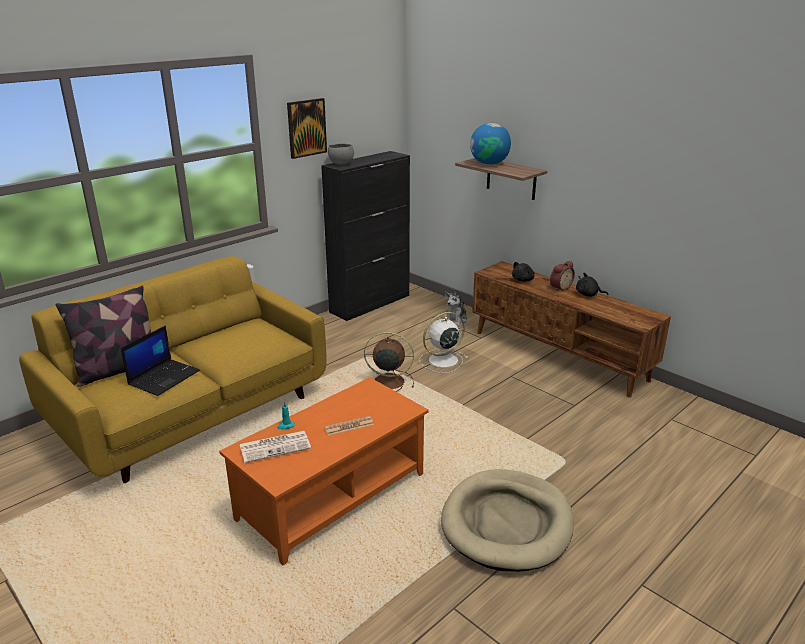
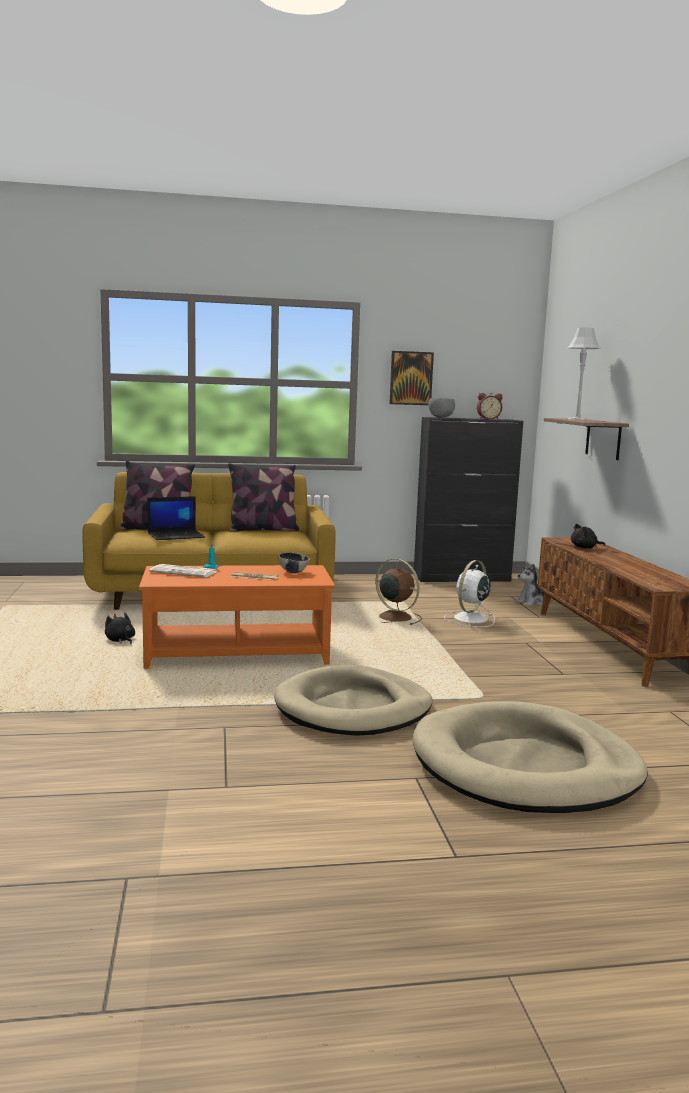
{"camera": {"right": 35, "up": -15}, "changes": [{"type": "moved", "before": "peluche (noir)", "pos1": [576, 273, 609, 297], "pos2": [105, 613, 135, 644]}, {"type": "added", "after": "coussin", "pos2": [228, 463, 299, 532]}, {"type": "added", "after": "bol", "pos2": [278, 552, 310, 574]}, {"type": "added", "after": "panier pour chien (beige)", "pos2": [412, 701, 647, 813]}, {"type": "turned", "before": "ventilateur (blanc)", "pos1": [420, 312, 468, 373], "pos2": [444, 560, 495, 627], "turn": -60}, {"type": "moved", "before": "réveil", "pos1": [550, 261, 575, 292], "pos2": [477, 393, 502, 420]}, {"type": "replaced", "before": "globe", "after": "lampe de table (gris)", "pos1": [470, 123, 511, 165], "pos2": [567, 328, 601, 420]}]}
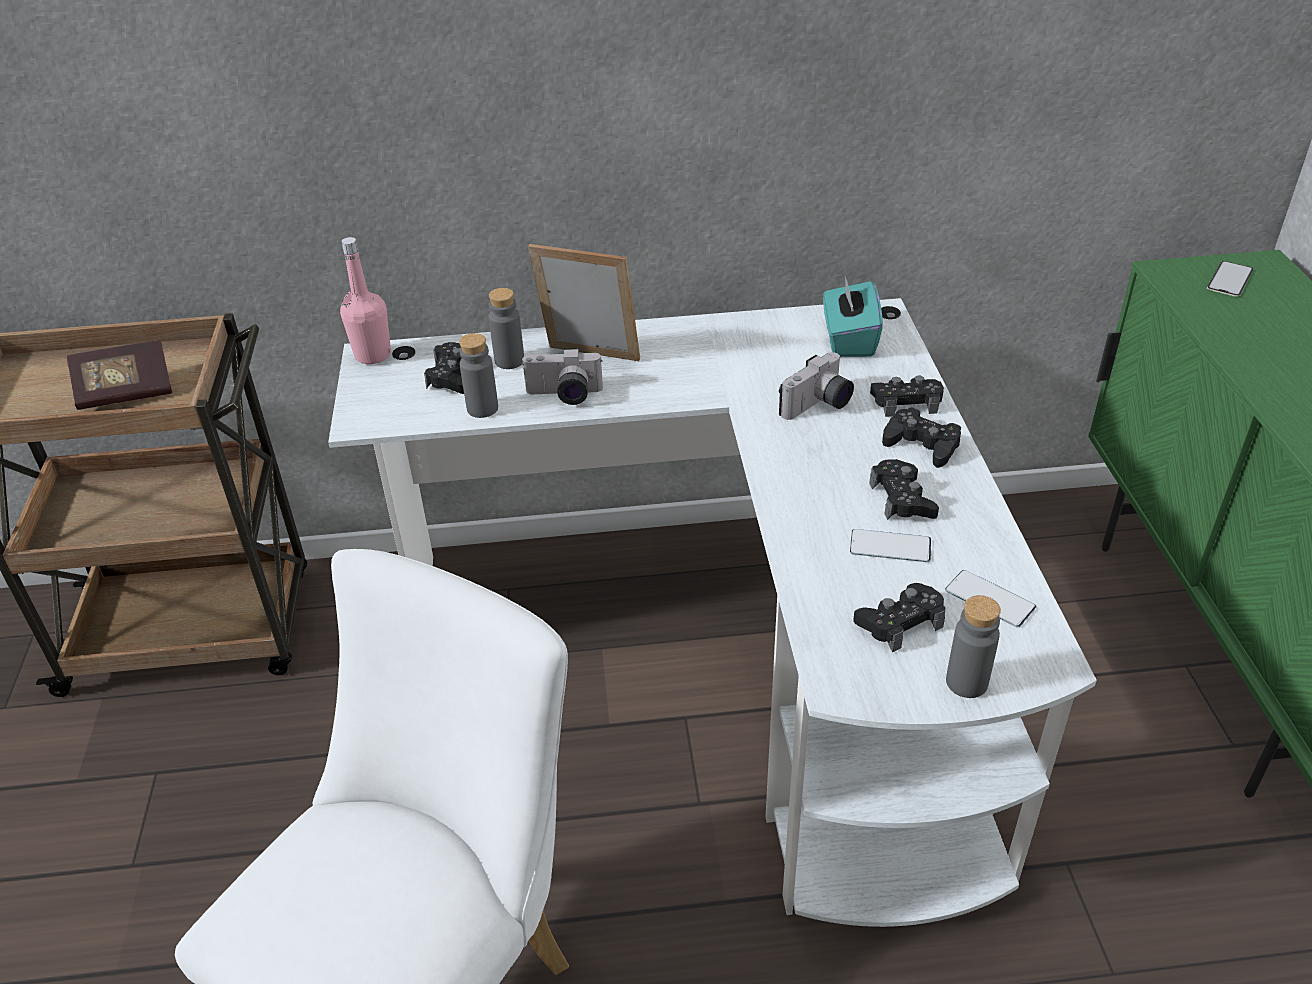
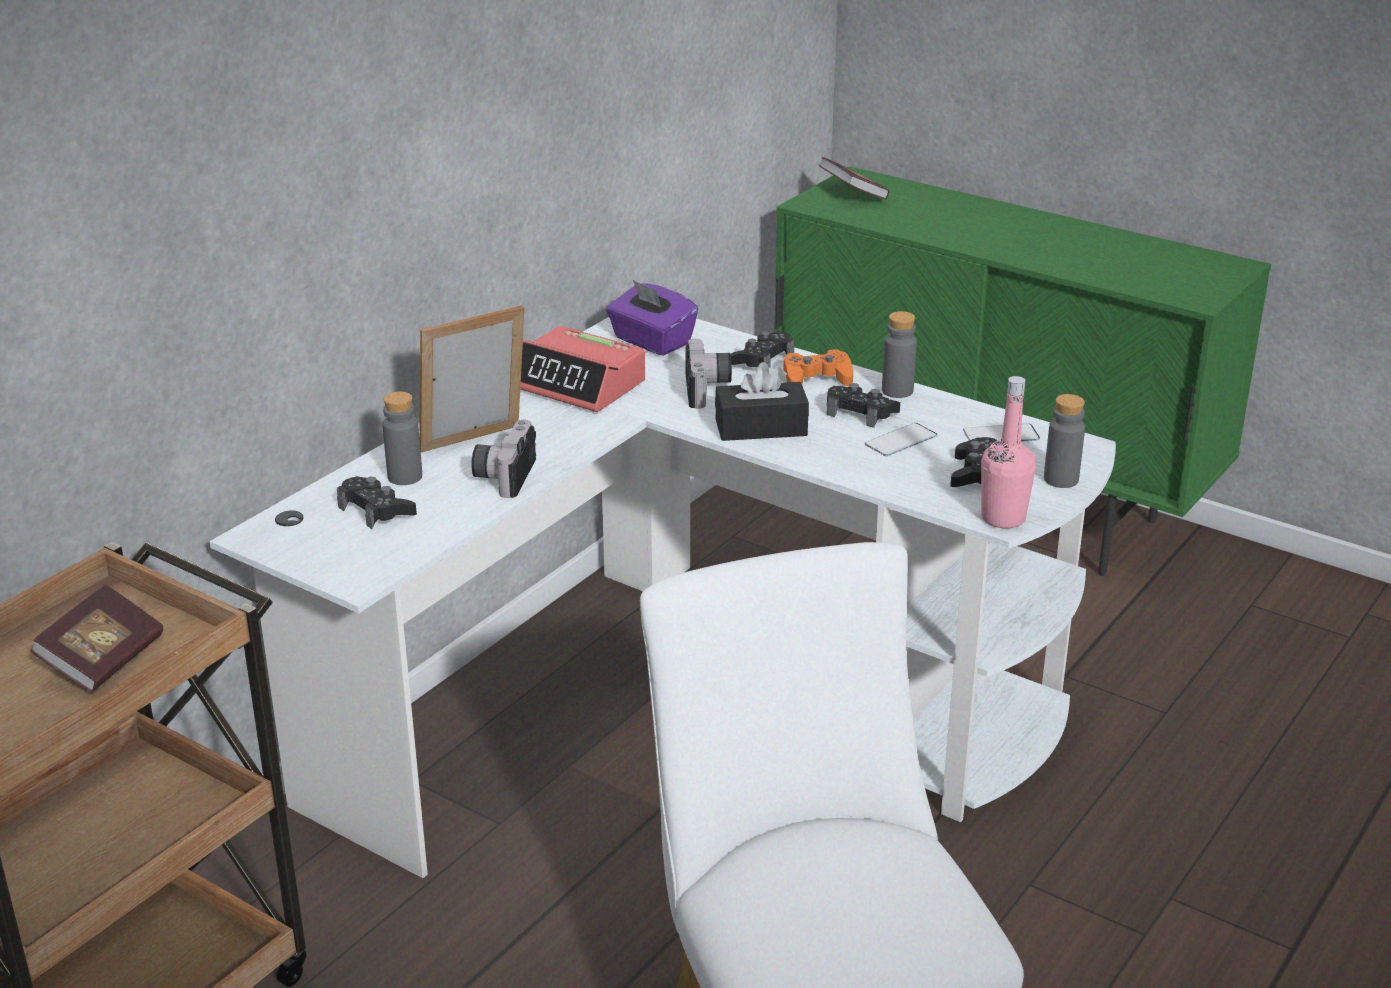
{"camera": {"right": -50, "up": -10}, "changes": [{"type": "turned", "before": "appareil photo", "pos1": [521, 348, 603, 405], "pos2": [471, 420, 536, 498], "turn": 150}, {"type": "added", "after": "réveil", "pos2": [520, 326, 645, 412]}, {"type": "recoloured", "before": "boîte à mouchoirs (turquoise)", "after": "boîte à mouchoirs (violet)", "pos1": [823, 276, 883, 357], "pos2": [606, 280, 698, 356]}, {"type": "added", "after": "boîte à mouchoirs (noir)", "pos2": [715, 362, 809, 441]}, {"type": "recoloured", "before": "manette (noir)", "after": "manette (orange)", "pos1": [882, 408, 961, 468], "pos2": [783, 349, 853, 386]}, {"type": "replaced", "before": "téléphone", "after": "livre", "pos1": [1207, 261, 1253, 297], "pos2": [819, 157, 889, 200]}, {"type": "moved", "before": "bouteille (gris)", "pos1": [459, 333, 498, 418], "pos2": [882, 311, 917, 398]}, {"type": "moved", "before": "bouteille (rose)", "pos1": [340, 237, 391, 364], "pos2": [981, 376, 1036, 528]}]}
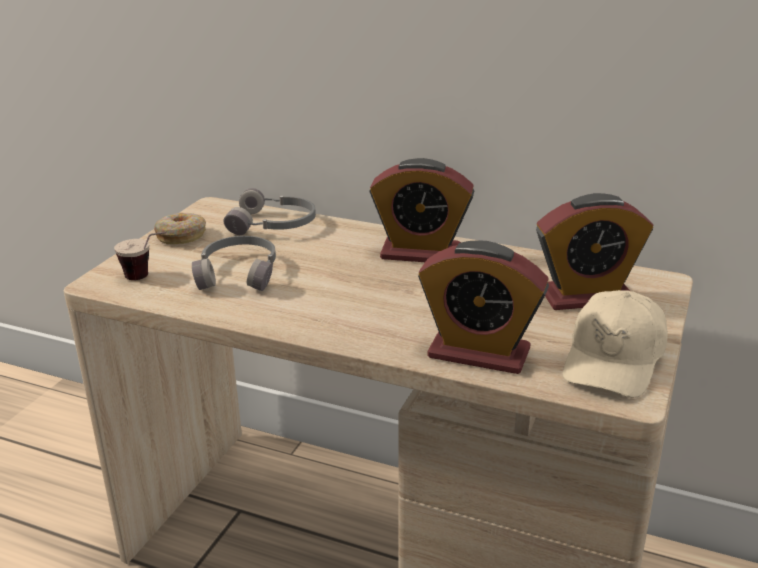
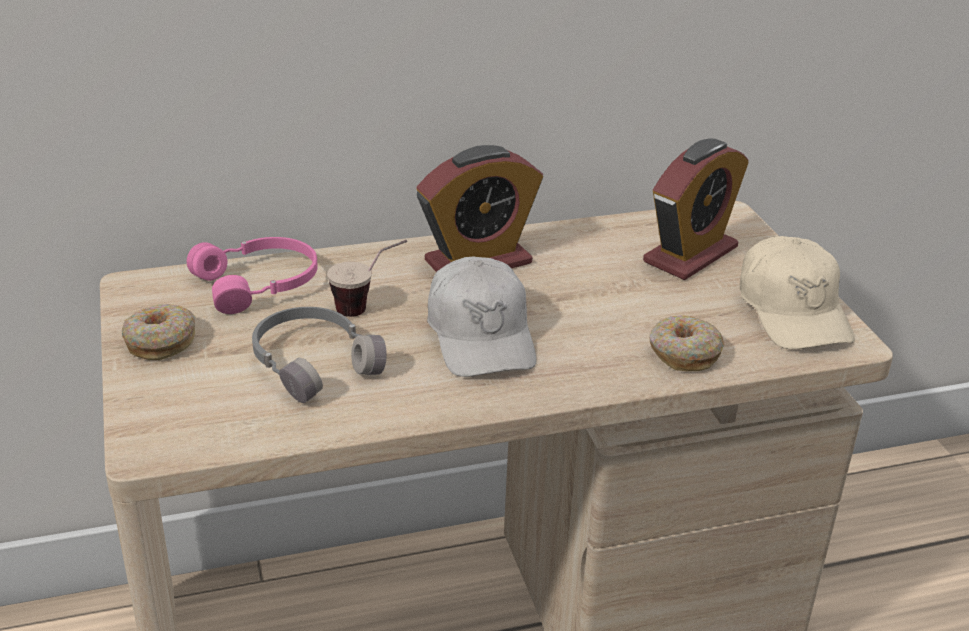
{"camera": {"right": -40, "up": 5}, "changes": [{"type": "recoloured", "before": "casque audio (gris)", "after": "casque audio (rose)", "pos1": [223, 188, 316, 235], "pos2": [187, 237, 318, 314]}, {"type": "moved", "before": "tasse", "pos1": [114, 231, 167, 280], "pos2": [327, 240, 407, 317]}, {"type": "added", "after": "casquette (blanc)", "pos2": [427, 256, 536, 377]}, {"type": "replaced", "before": "réveil", "after": "beignet", "pos1": [418, 240, 549, 374], "pos2": [649, 315, 724, 371]}]}
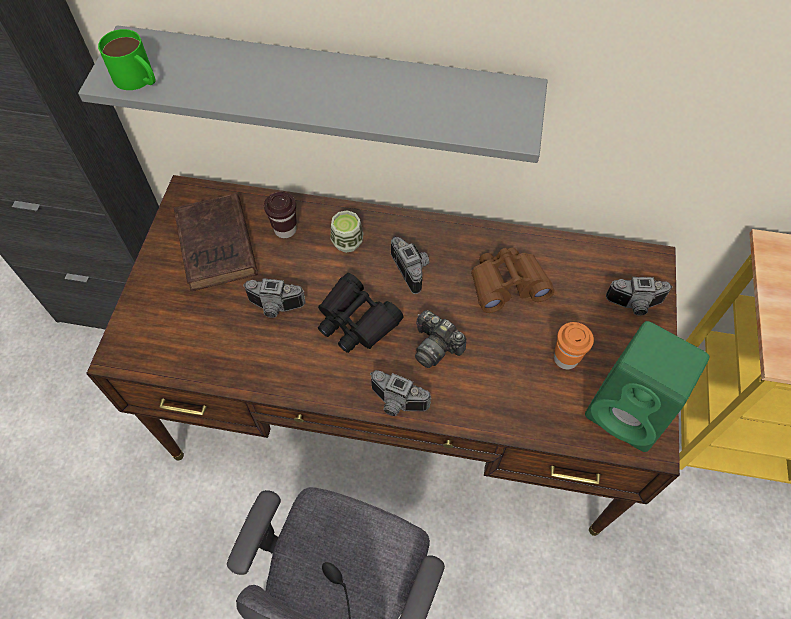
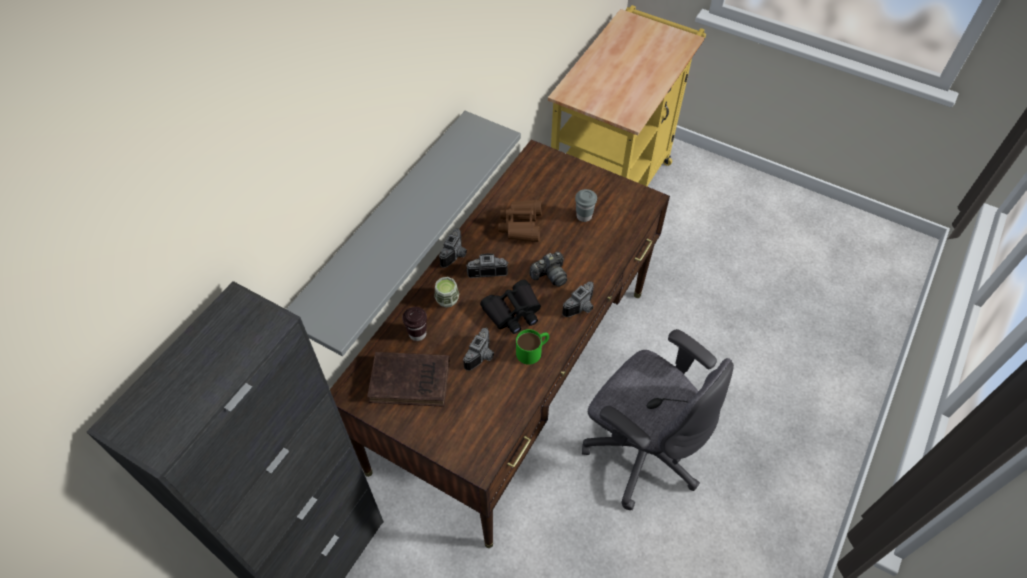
{"camera": {"right": -70, "up": -5}, "changes": [{"type": "moved", "before": "appareil photo", "pos1": [606, 277, 673, 316], "pos2": [439, 228, 467, 268]}, {"type": "moved", "before": "mug (vert)", "pos1": [98, 29, 156, 90], "pos2": [516, 329, 549, 365]}, {"type": "recoloured", "before": "tasse (orange)", "after": "tasse (gris)", "pos1": [554, 322, 594, 369], "pos2": [575, 189, 597, 222]}, {"type": "removed", "before": "enceinte (vert)", "pos1": [585, 321, 709, 452]}]}
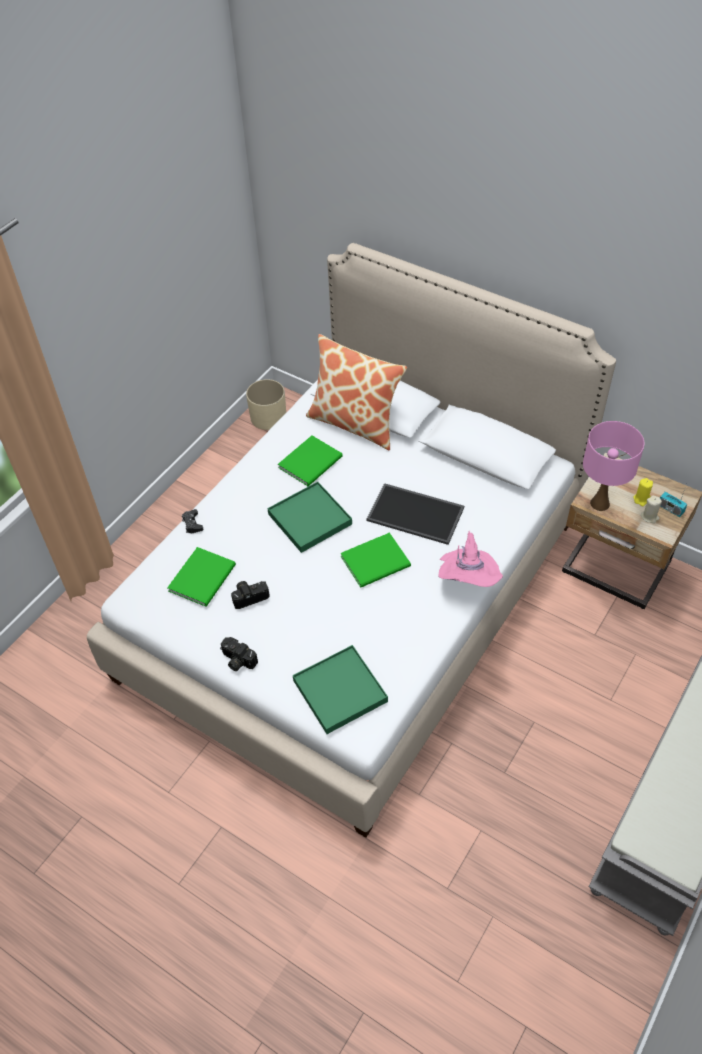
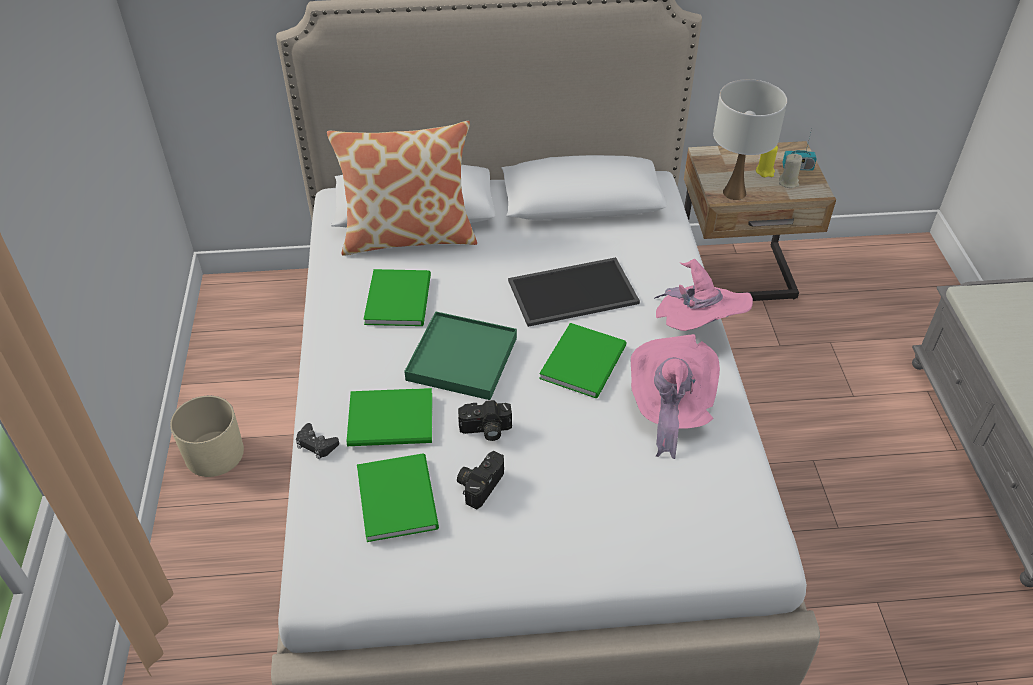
{"camera": {"right": -40, "up": -5}, "changes": [{"type": "moved", "before": "cache-pot (beige)", "pos1": [246, 379, 286, 430], "pos2": [170, 396, 244, 477]}, {"type": "added", "after": "livre (vert)", "pos2": [347, 388, 432, 446]}, {"type": "moved", "before": "appareil photo", "pos1": [220, 637, 258, 671], "pos2": [458, 400, 512, 441]}, {"type": "added", "after": "chapeau (rose)", "pos2": [631, 334, 720, 459]}, {"type": "recoloured", "before": "lampe de table (rose)", "after": "lampe de table (blanc)", "pos1": [583, 421, 644, 511], "pos2": [713, 79, 787, 200]}, {"type": "removed", "before": "plateau (vert)", "pos1": [293, 645, 388, 734]}]}
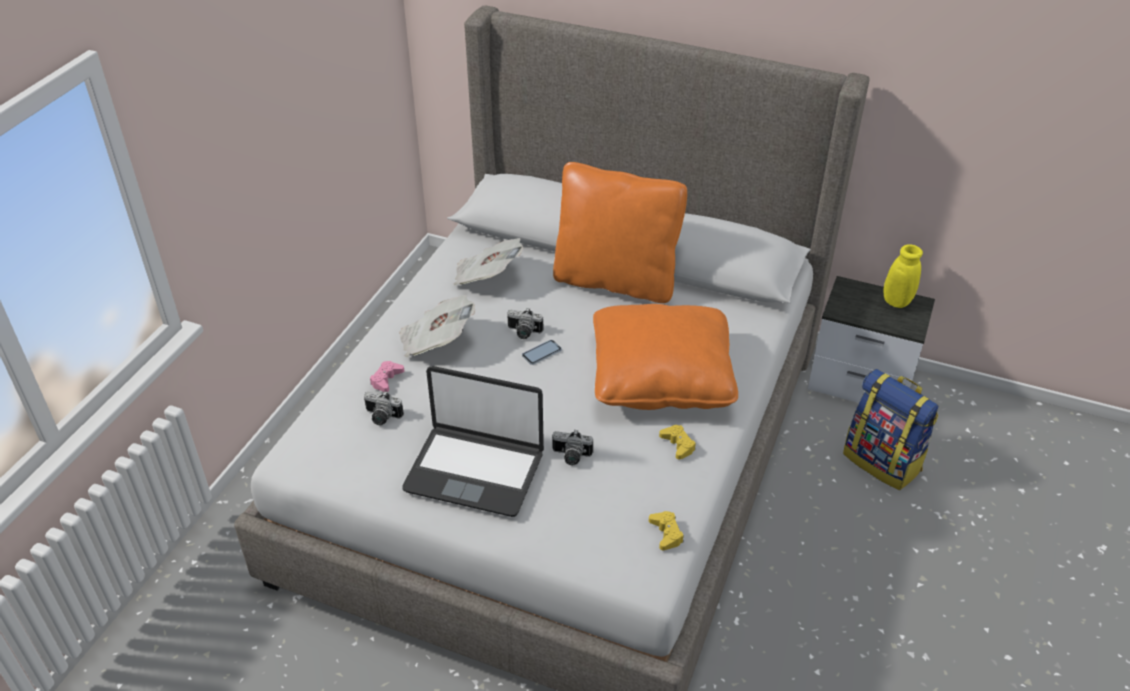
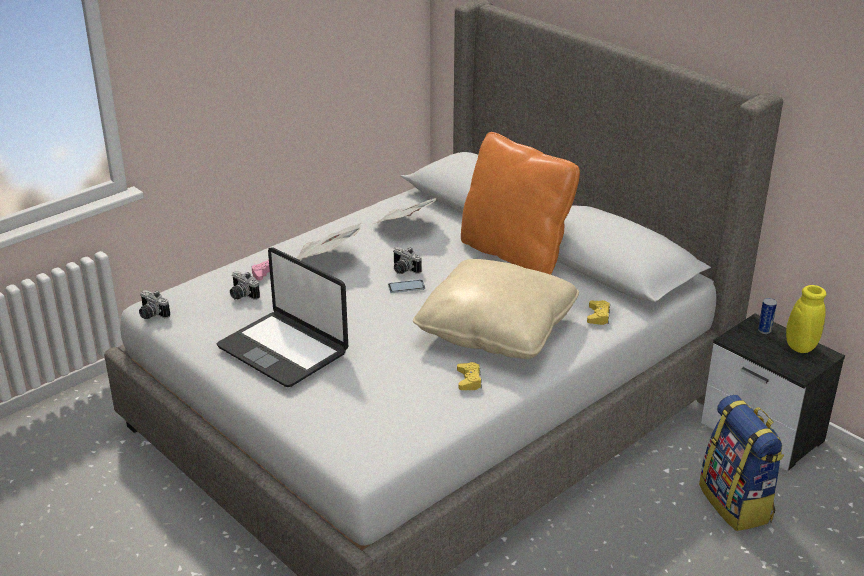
{"camera": {"right": 25, "up": -10}, "changes": [{"type": "moved", "before": "appareil photo", "pos1": [552, 430, 593, 465], "pos2": [139, 290, 170, 319]}, {"type": "recoloured", "before": "coussin (orange)", "after": "coussin (beige)", "pos1": [593, 304, 738, 410], "pos2": [413, 259, 579, 359]}, {"type": "moved", "before": "manette (jaune)", "pos1": [649, 511, 684, 550], "pos2": [587, 300, 610, 325]}, {"type": "added", "after": "boîte métallique", "pos2": [758, 298, 777, 334]}]}
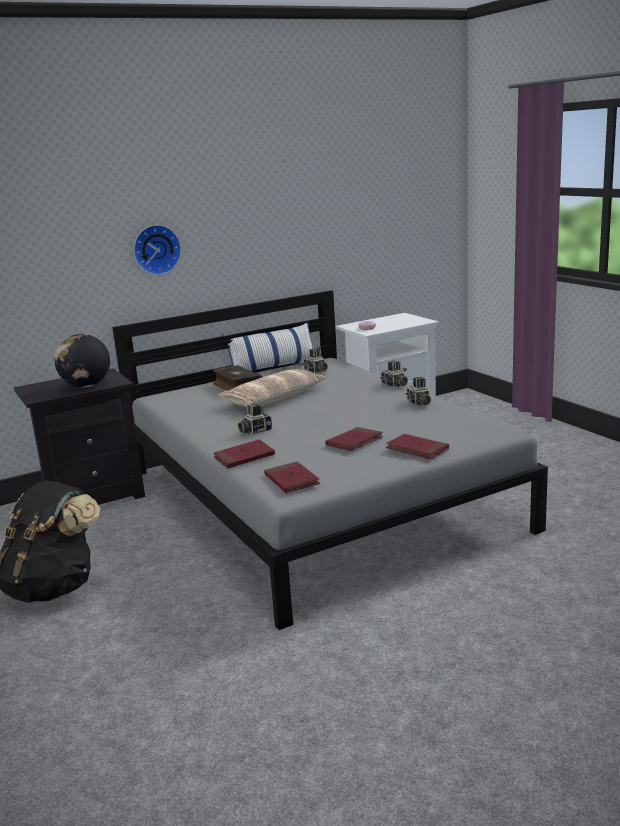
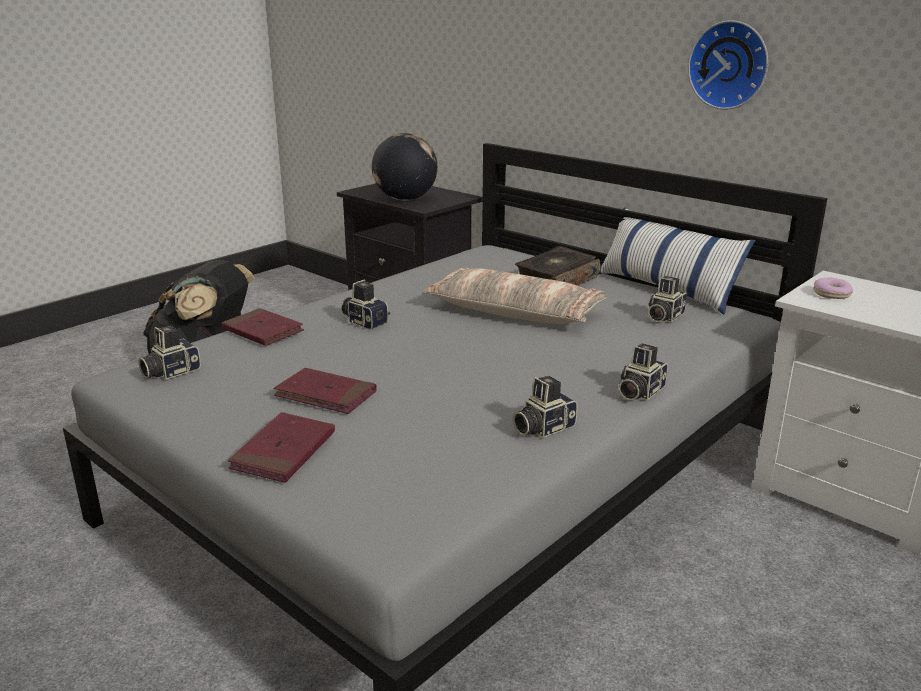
{"camera": {"right": 70, "up": 5}, "changes": [{"type": "replaced", "before": "livre (rouge)", "after": "appareil photo", "pos1": [264, 461, 320, 493], "pos2": [138, 326, 201, 380]}, {"type": "moved", "before": "horloge murale", "pos1": [134, 225, 182, 275], "pos2": [688, 20, 768, 110]}]}
